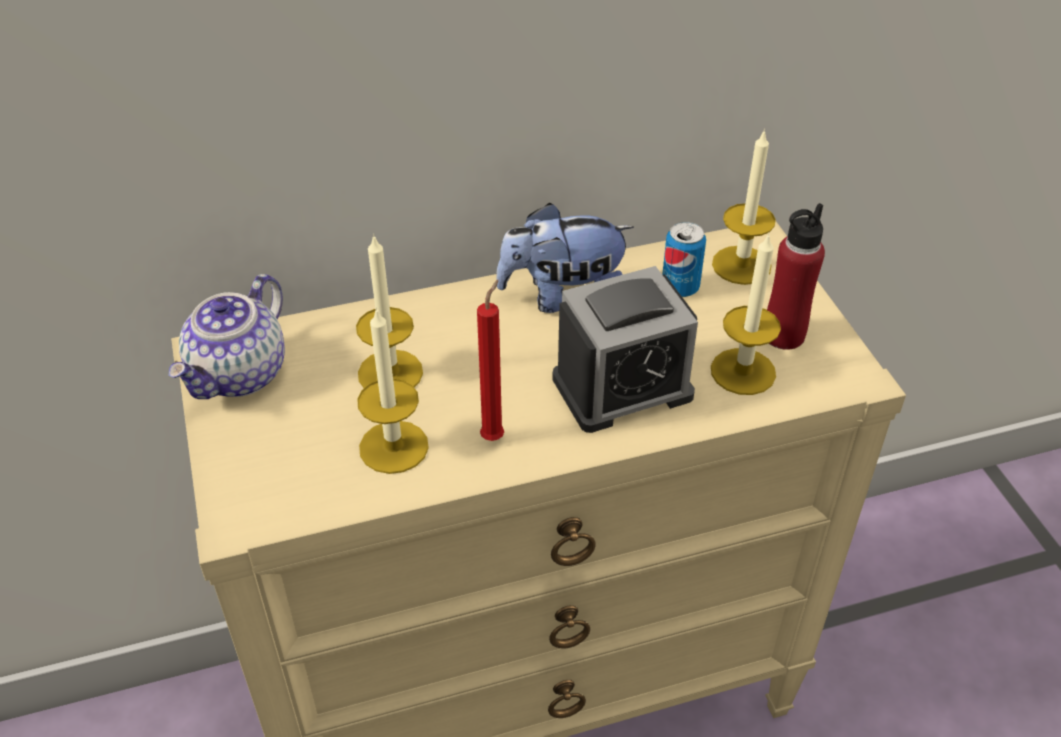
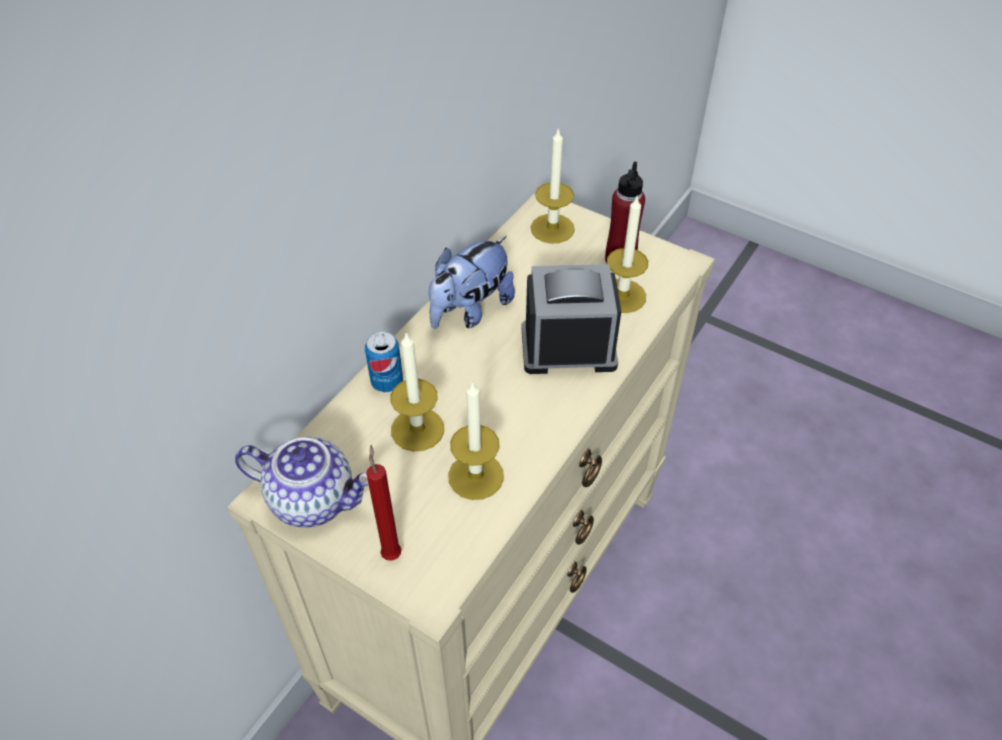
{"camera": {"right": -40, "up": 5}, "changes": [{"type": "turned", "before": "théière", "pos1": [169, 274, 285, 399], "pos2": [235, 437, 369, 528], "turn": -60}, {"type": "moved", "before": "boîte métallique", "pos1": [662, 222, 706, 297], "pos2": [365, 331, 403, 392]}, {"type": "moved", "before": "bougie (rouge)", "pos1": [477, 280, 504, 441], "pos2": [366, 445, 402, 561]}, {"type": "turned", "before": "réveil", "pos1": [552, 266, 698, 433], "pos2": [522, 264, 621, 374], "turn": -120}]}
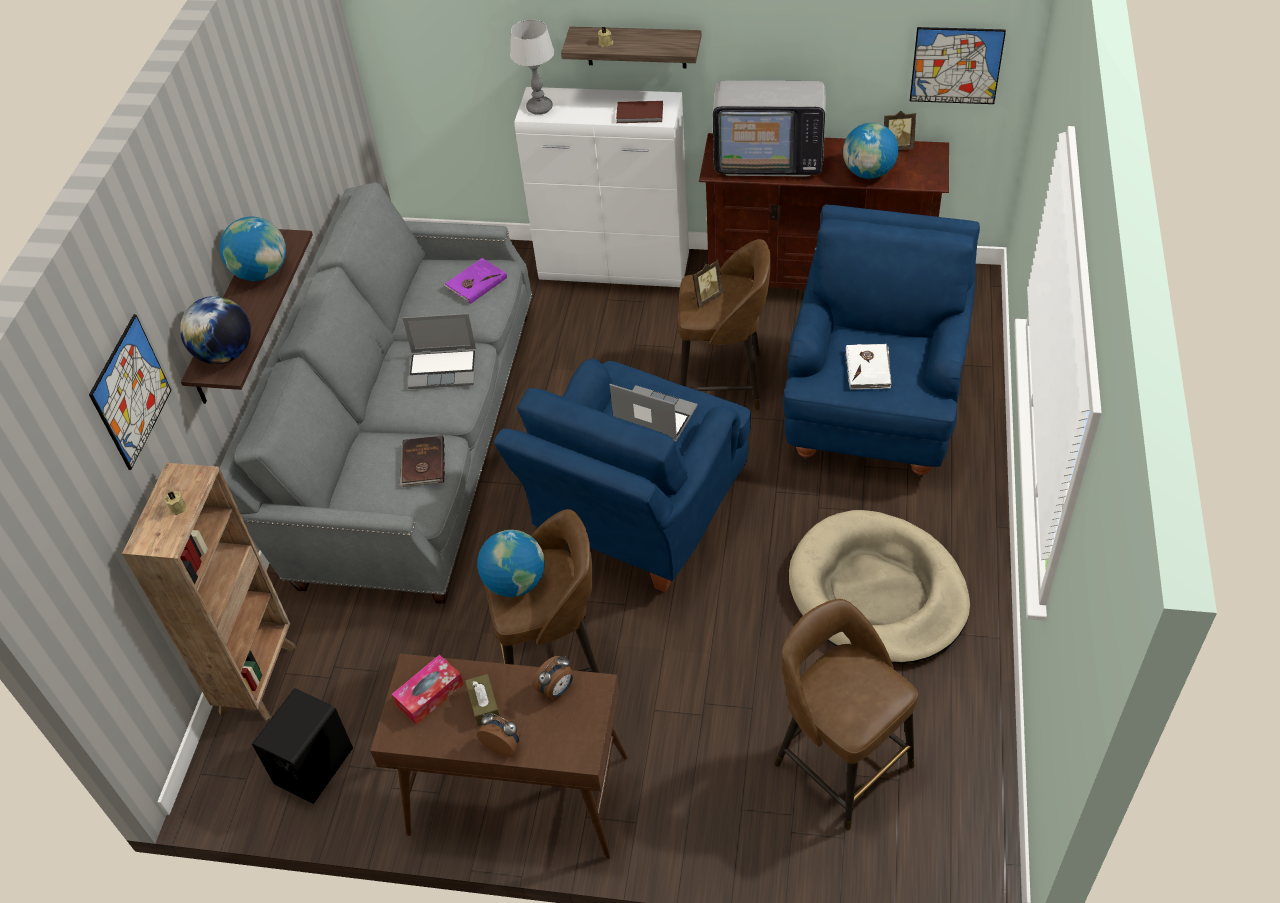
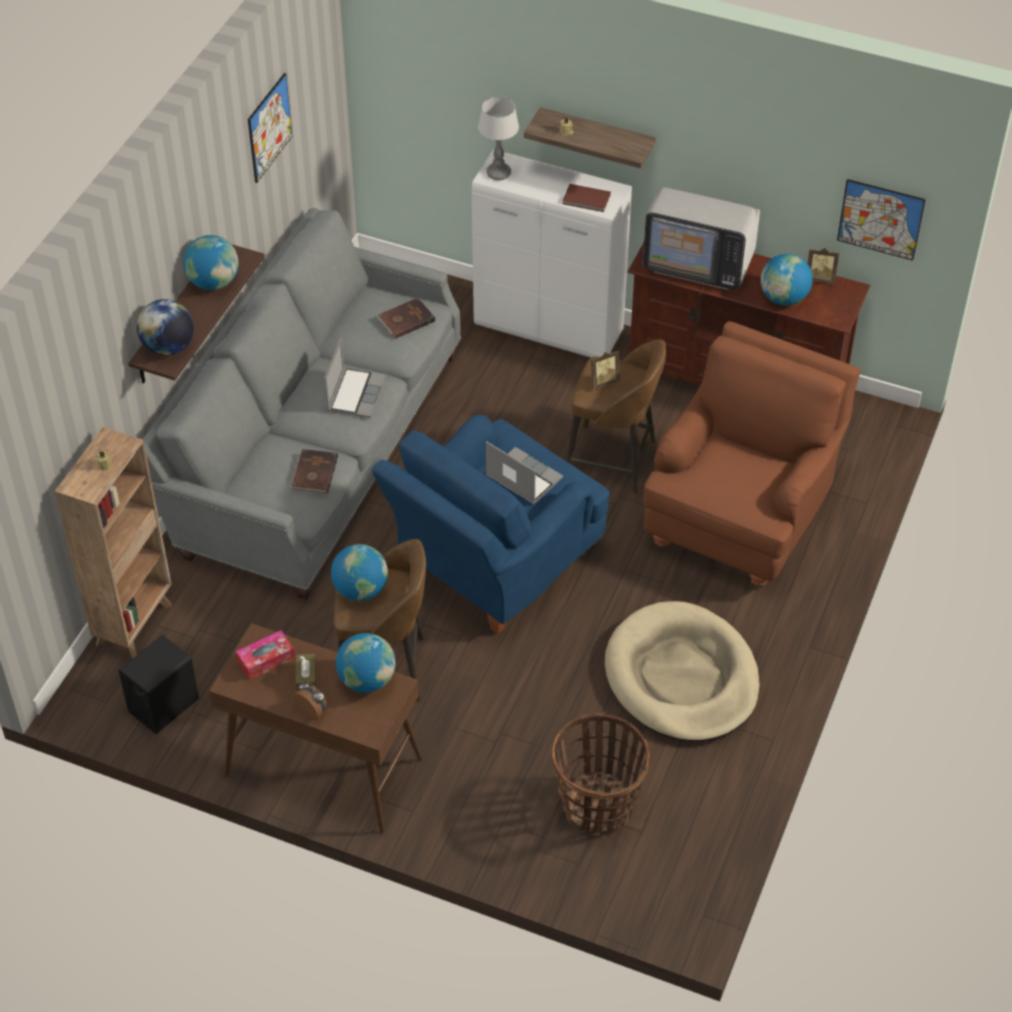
{"camera": {"right": 10, "up": 0}, "changes": [{"type": "moved", "before": "tableau", "pos1": [89, 314, 172, 470], "pos2": [248, 73, 292, 183]}, {"type": "turned", "before": "ordinateur portable", "pos1": [403, 313, 476, 389], "pos2": [324, 337, 386, 418], "turn": -90}, {"type": "replaced", "before": "réveil", "after": "globe", "pos1": [533, 656, 574, 698], "pos2": [336, 633, 396, 693]}, {"type": "recoloured", "before": "livre (violet)", "after": "livre (marron)", "pos1": [443, 258, 507, 304], "pos2": [376, 298, 435, 339]}, {"type": "replaced", "before": "tabouret (marron)", "after": "panier", "pos1": [775, 599, 918, 830], "pos2": [552, 713, 650, 836]}, {"type": "recoloured", "before": "fauteuil (bleu)", "after": "fauteuil (marron)", "pos1": [783, 204, 980, 477], "pos2": [643, 321, 860, 588]}, {"type": "removed", "before": "livre (blanc)", "pos1": [846, 344, 892, 390]}]}
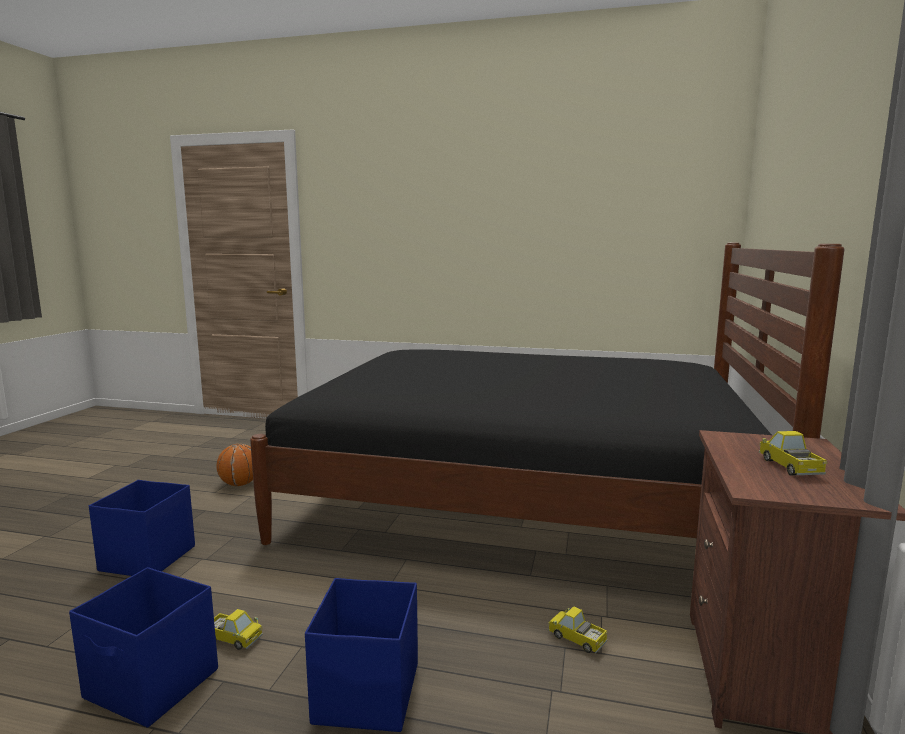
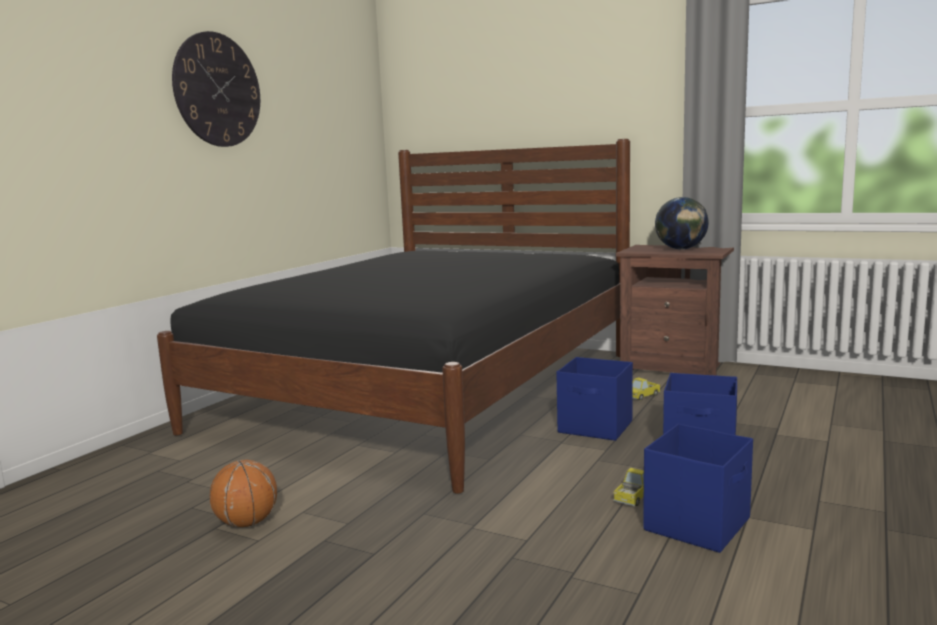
{"camera": {"right": -75, "up": 0}, "changes": [{"type": "added", "after": "horloge murale", "pos2": [172, 31, 260, 147]}, {"type": "moved", "before": "boîte de rangement (bleu)", "pos1": [89, 480, 195, 576], "pos2": [556, 357, 633, 441]}, {"type": "replaced", "before": "camion jouet", "after": "globe", "pos1": [759, 431, 827, 476], "pos2": [655, 197, 708, 250]}]}
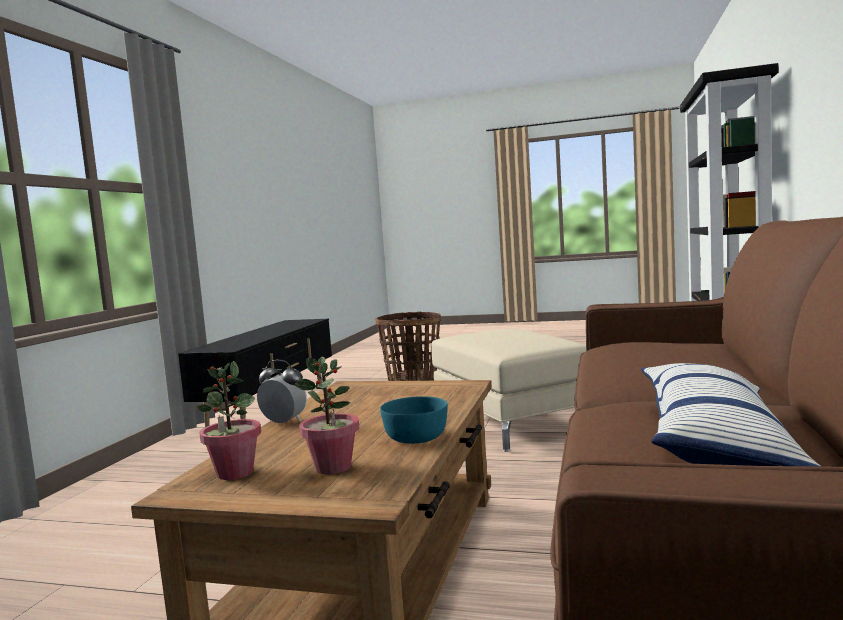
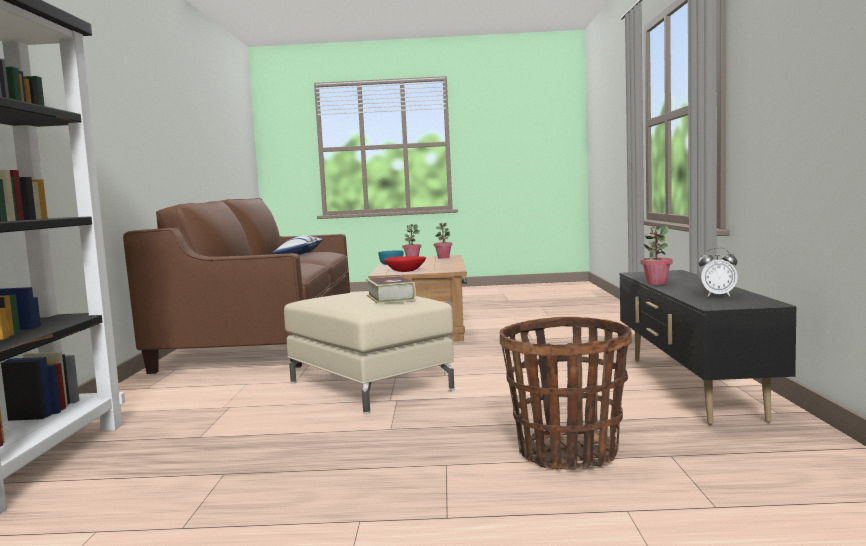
{"camera": {"right": 165, "up": 0}, "changes": [{"type": "added", "after": "livre", "pos2": [366, 276, 416, 304]}, {"type": "added", "after": "bol (rouge)", "pos2": [384, 256, 426, 272]}, {"type": "added", "after": "plante en pot", "pos2": [641, 226, 673, 285]}, {"type": "moved", "before": "réveil", "pos1": [257, 360, 307, 425], "pos2": [698, 247, 738, 297]}]}
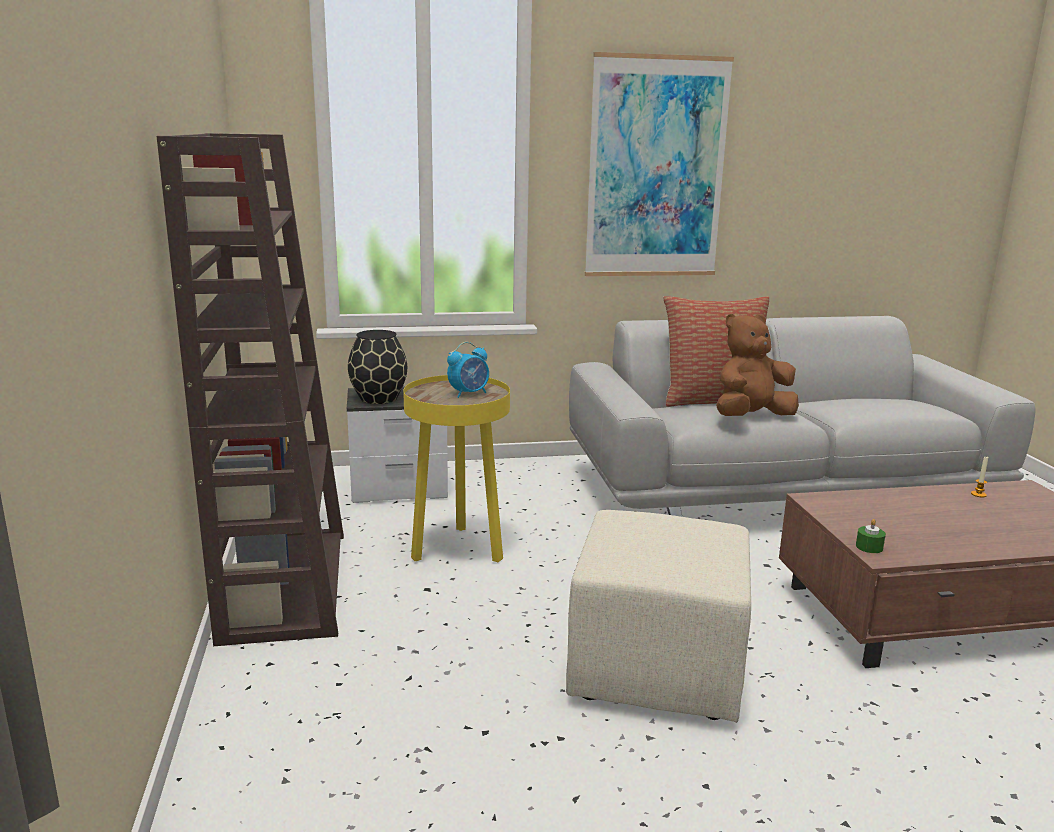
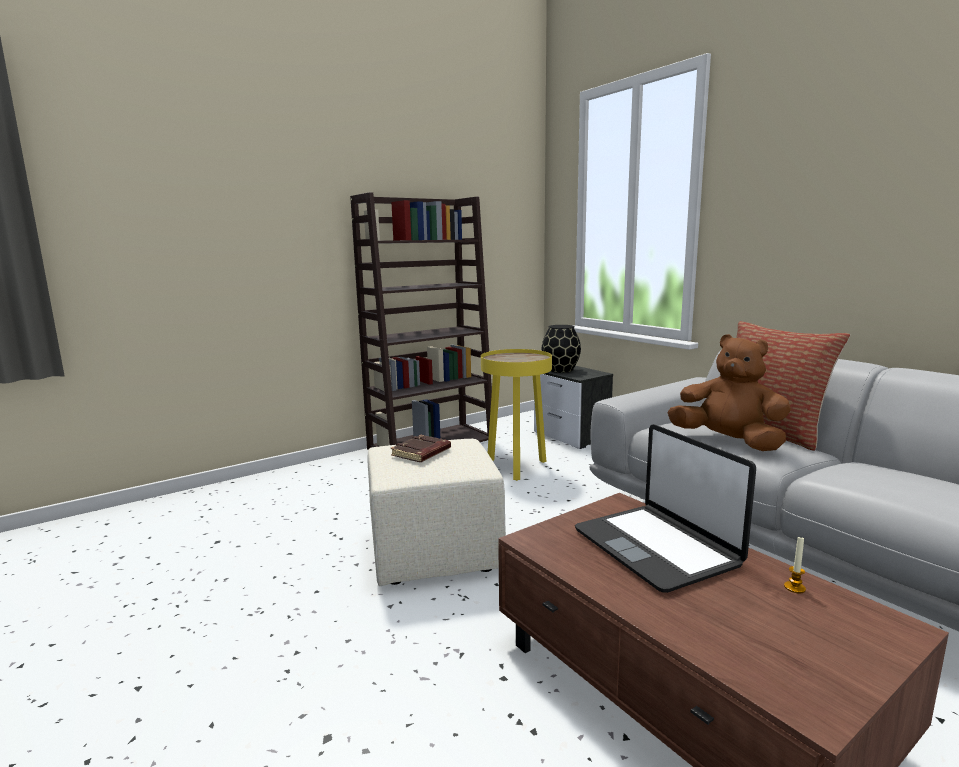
{"camera": {"right": 65, "up": -5}, "changes": [{"type": "added", "after": "livre (marron)", "pos2": [390, 435, 451, 462]}, {"type": "added", "after": "ordinateur portable", "pos2": [575, 424, 756, 593]}, {"type": "removed", "before": "réveil", "pos1": [447, 342, 489, 398]}, {"type": "removed", "before": "tableau", "pos1": [585, 52, 734, 276]}, {"type": "removed", "before": "bougie (vert)", "pos1": [856, 519, 886, 553]}]}
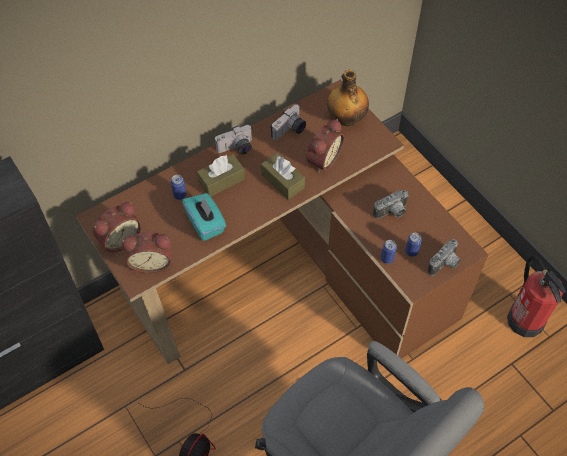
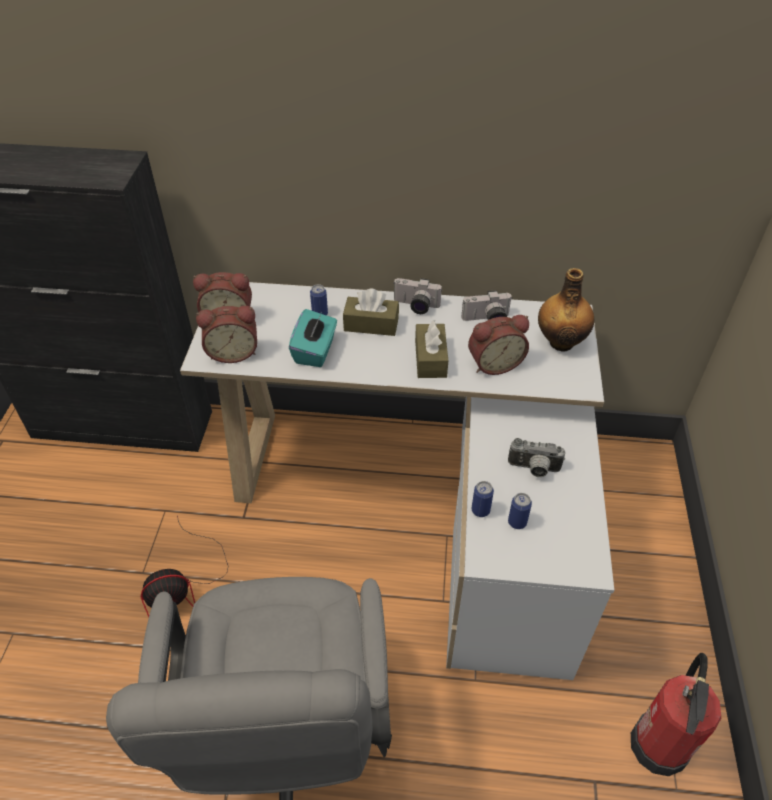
{"camera": {"right": 40, "up": -10}, "changes": [{"type": "recoloured", "before": "bureau (marron)", "after": "bureau (blanc)", "pos1": [76, 80, 489, 364], "pos2": [180, 282, 614, 680]}, {"type": "turned", "before": "réveil", "pos1": [121, 232, 171, 273], "pos2": [196, 306, 257, 363], "turn": -45}, {"type": "removed", "before": "appareil photo", "pos1": [428, 239, 461, 276]}]}
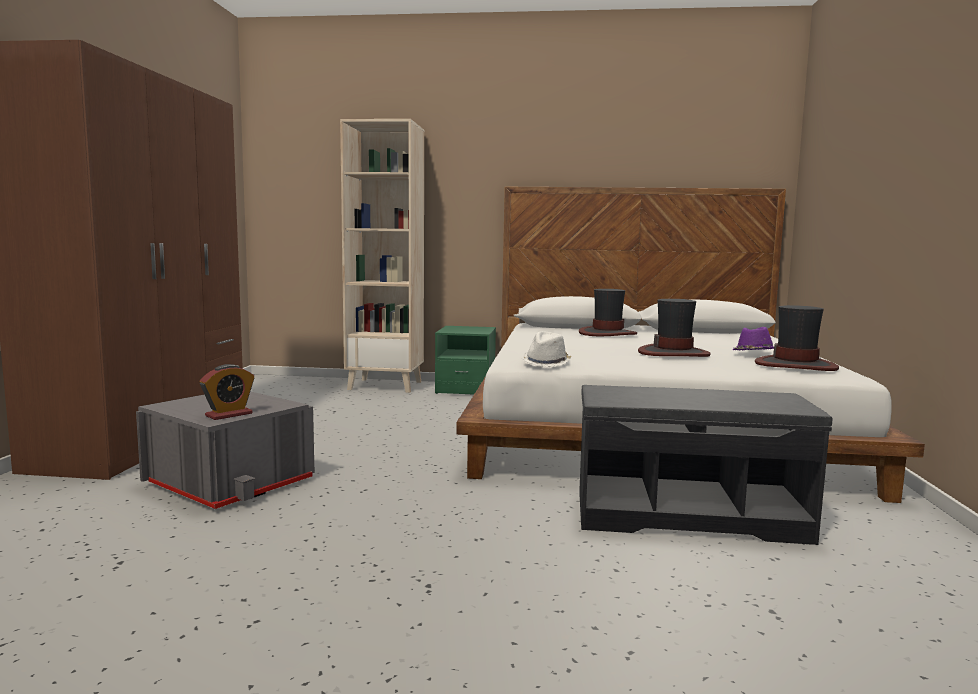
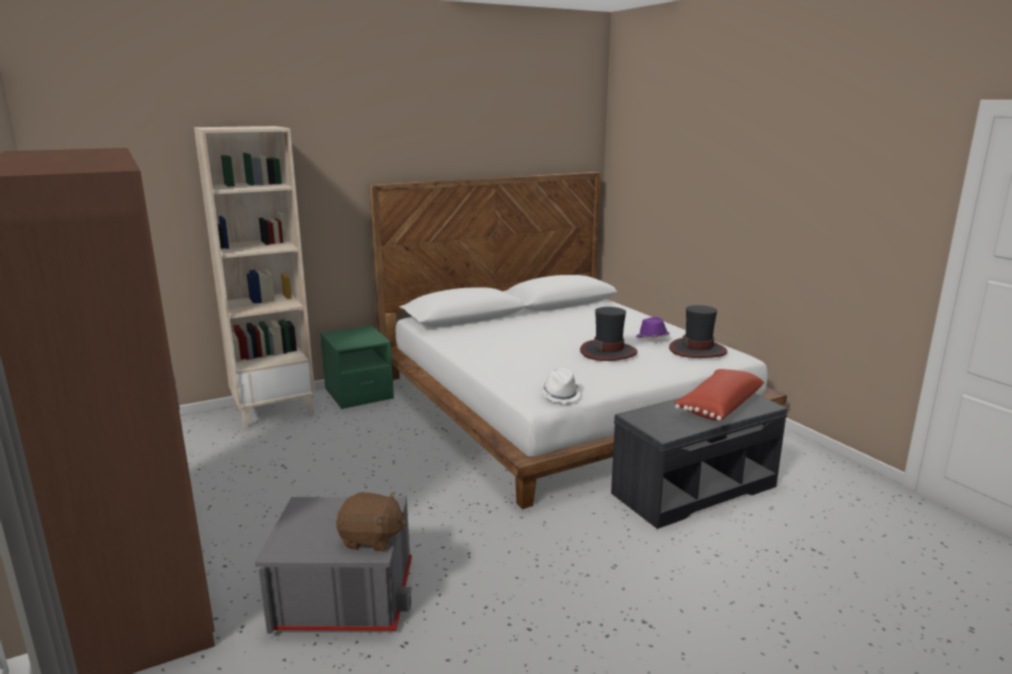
{"camera": {"right": -35, "up": 10}, "changes": [{"type": "replaced", "before": "réveil", "after": "peluche (marron)", "pos1": [200, 364, 254, 420], "pos2": [336, 492, 407, 551]}, {"type": "added", "after": "coussin (rouge)", "pos2": [674, 369, 764, 421]}, {"type": "removed", "before": "chapeau", "pos1": [579, 289, 637, 336]}]}
